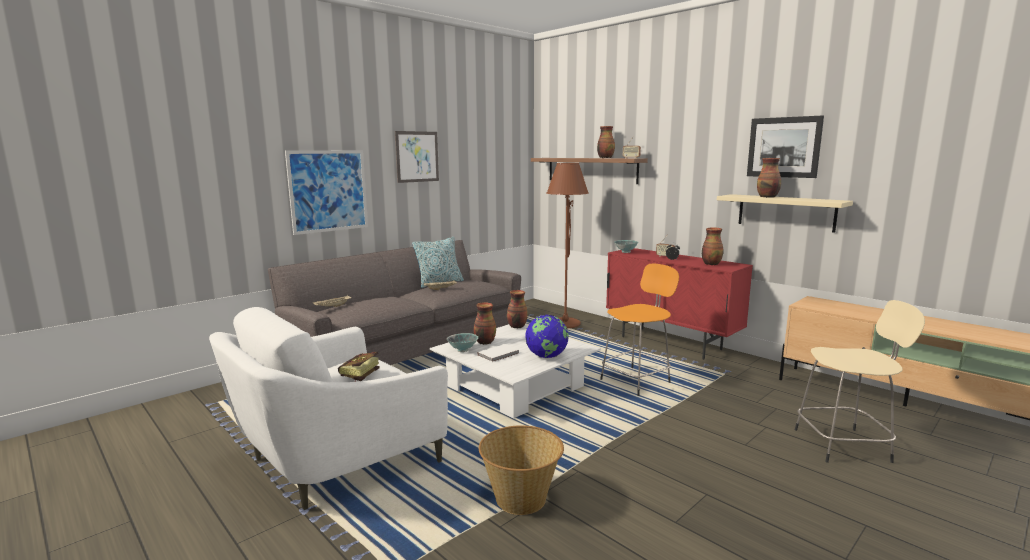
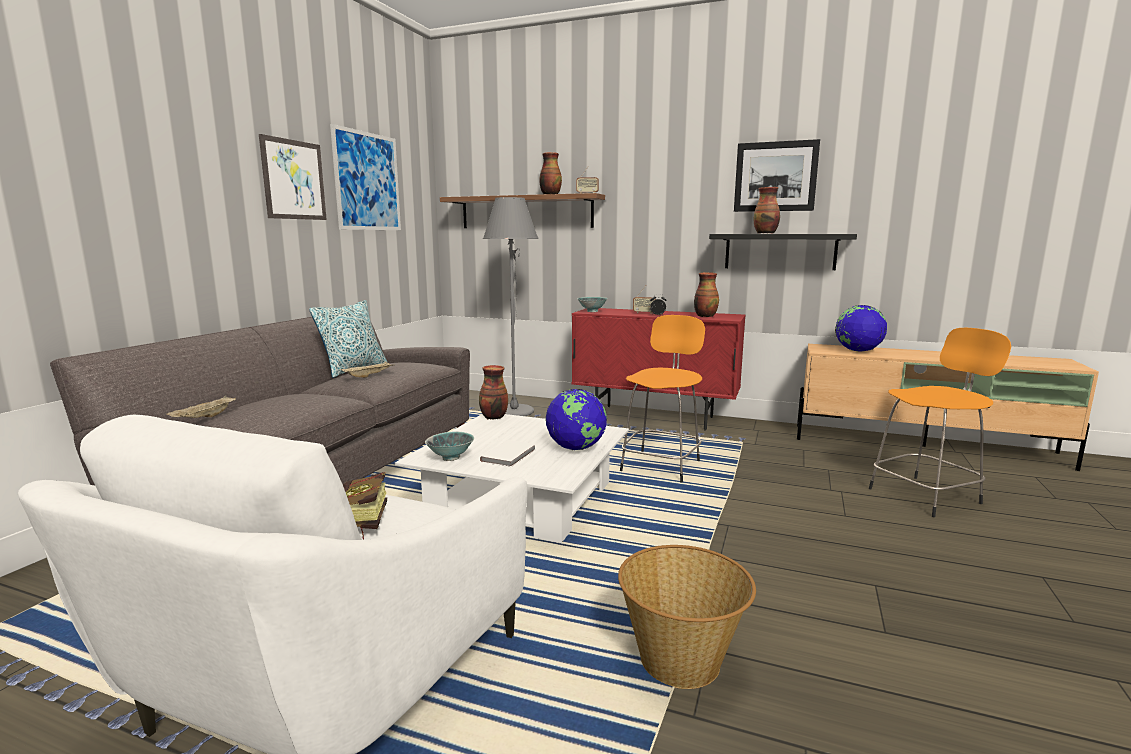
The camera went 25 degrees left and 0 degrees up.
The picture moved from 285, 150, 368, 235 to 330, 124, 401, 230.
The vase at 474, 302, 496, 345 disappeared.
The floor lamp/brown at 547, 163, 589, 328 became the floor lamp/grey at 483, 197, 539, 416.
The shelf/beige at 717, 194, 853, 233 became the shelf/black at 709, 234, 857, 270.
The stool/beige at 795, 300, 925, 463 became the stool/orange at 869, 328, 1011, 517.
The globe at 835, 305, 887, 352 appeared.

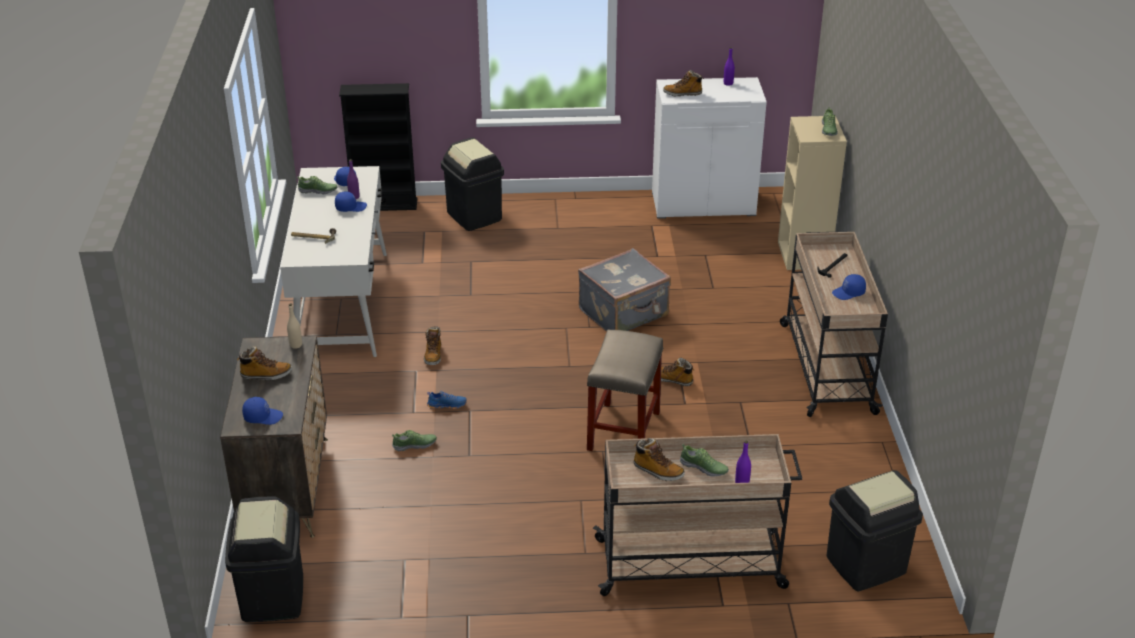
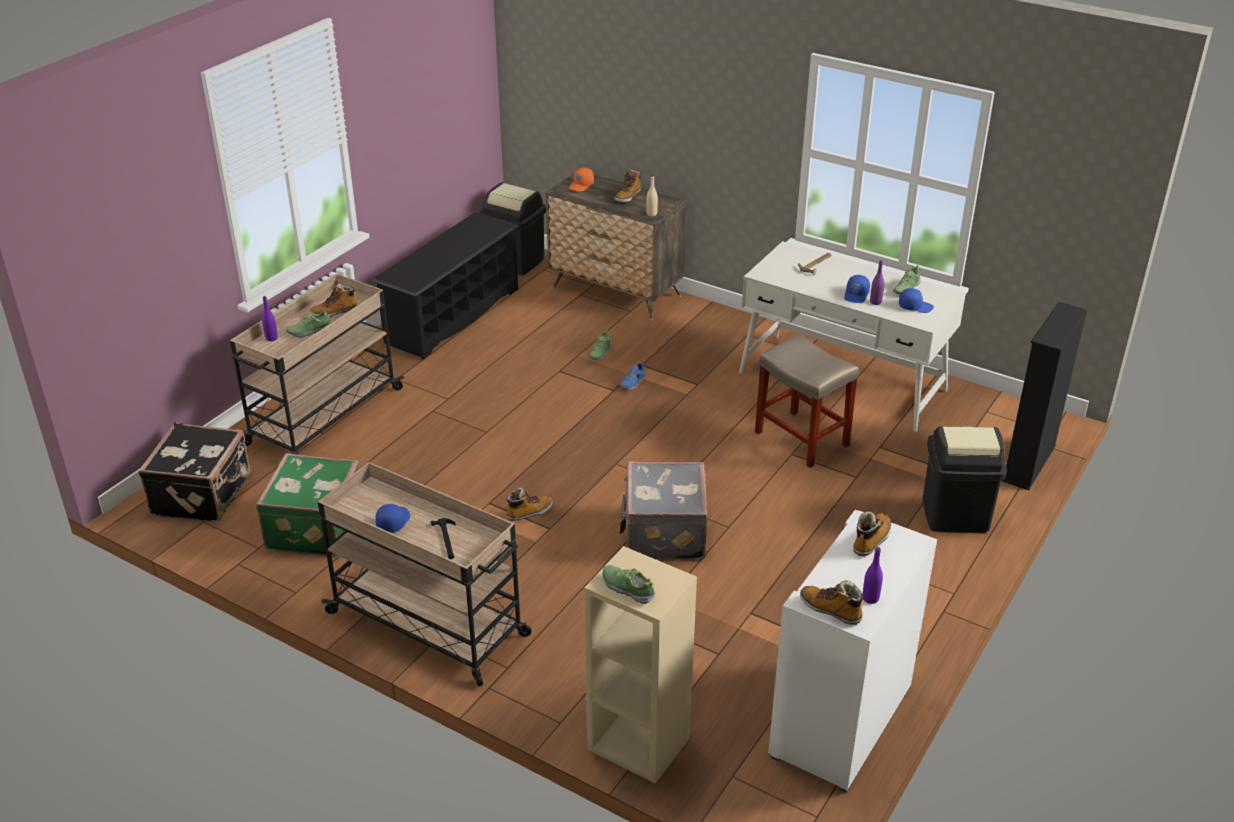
The camera went 125 degrees right and 0 degrees up.
The cap/blue at 242, 397, 283, 425 became the cap/orange at 569, 168, 594, 192.
The boot moved from 424, 326, 441, 365 to 800, 580, 865, 625.
The stool/beige moved from 587, 330, 663, 451 to 755, 335, 859, 468.
The trash can/black at 826, 470, 923, 591 was replaced by the suitcase/black at 138, 423, 250, 523.
The suitcase/green at 256, 453, 359, 557 appeared.
The shoe rack/black at 370, 212, 519, 360 appeared.

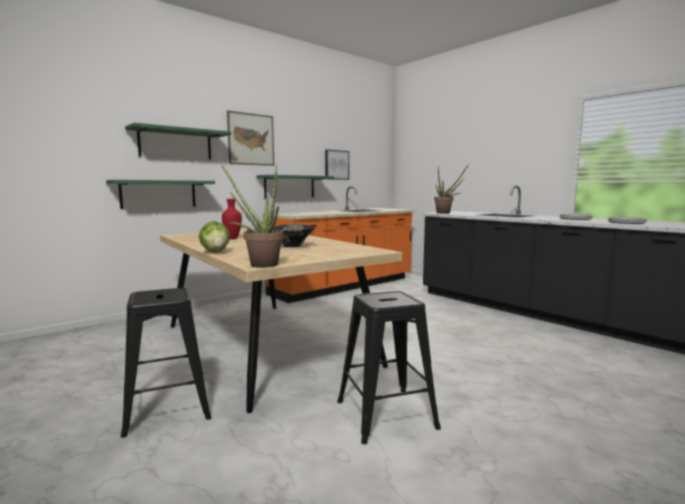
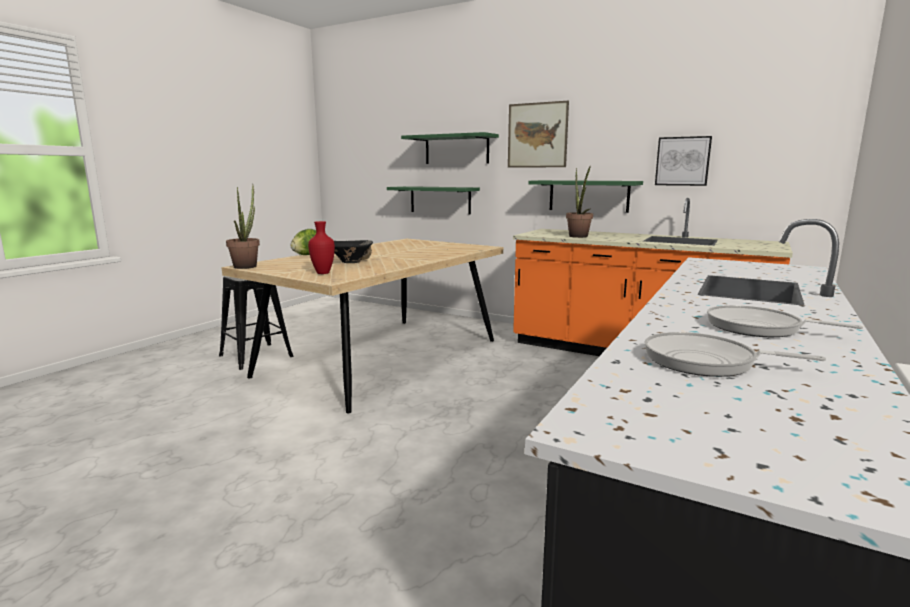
The camera went 70 degrees right and 5 degrees up.
The vase/red moved from 222, 199, 242, 239 to 308, 221, 335, 274.
The stool/black at 337, 291, 441, 445 disappeared.
The potted plant moved from 434, 164, 469, 214 to 566, 166, 593, 238.

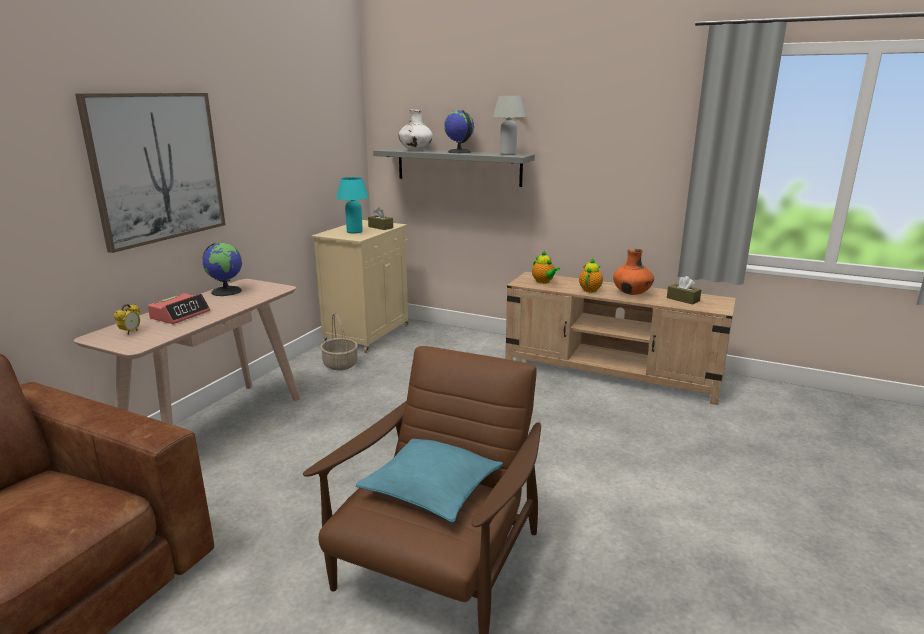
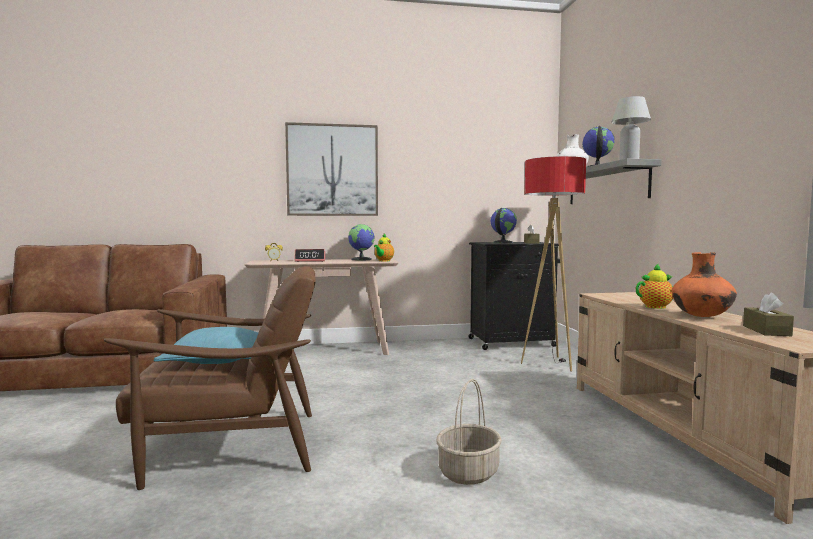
The camera went 55 degrees right and 15 degrees down.
The cabinet/beige at 311, 220, 409, 353 became the cabinet/black at 468, 242, 560, 350.
The basket moved from 320, 312, 358, 370 to 437, 379, 502, 485.
The table lamp/turquoise at 337, 177, 369, 234 was replaced by the globe at 491, 208, 517, 243.
The teapot moved from 532, 251, 560, 284 to 374, 233, 394, 261.
The floor lamp at 521, 156, 586, 372 appeared.

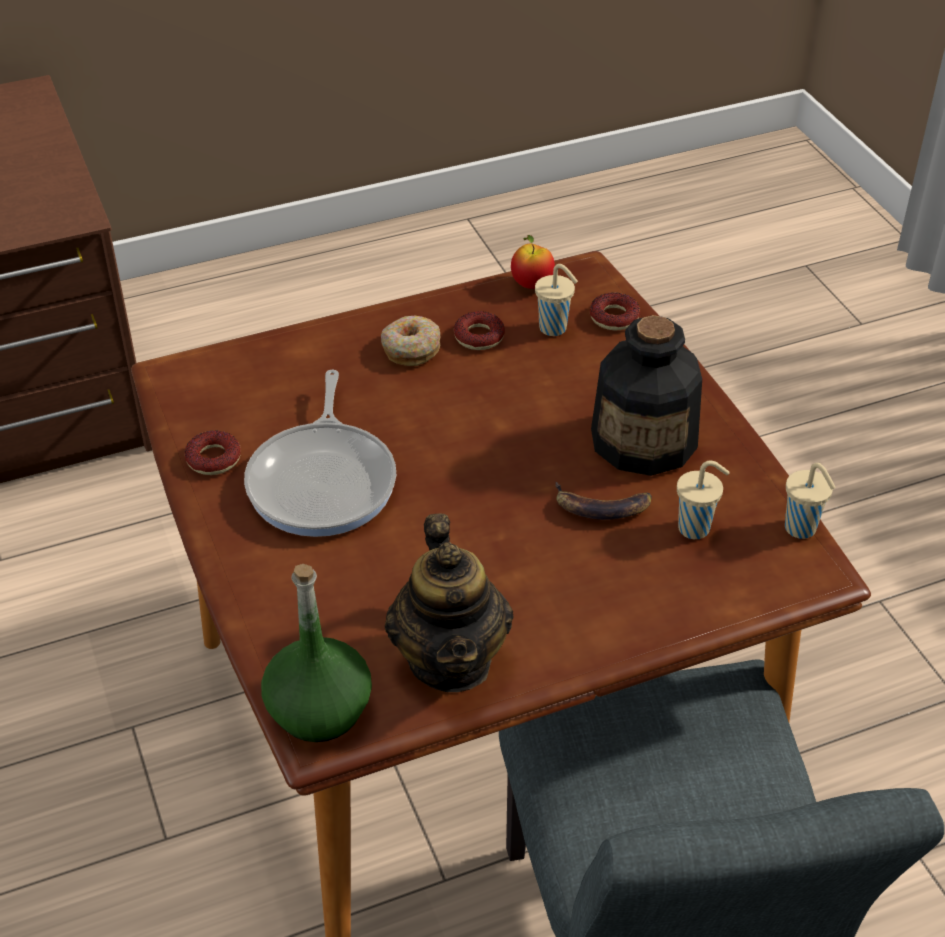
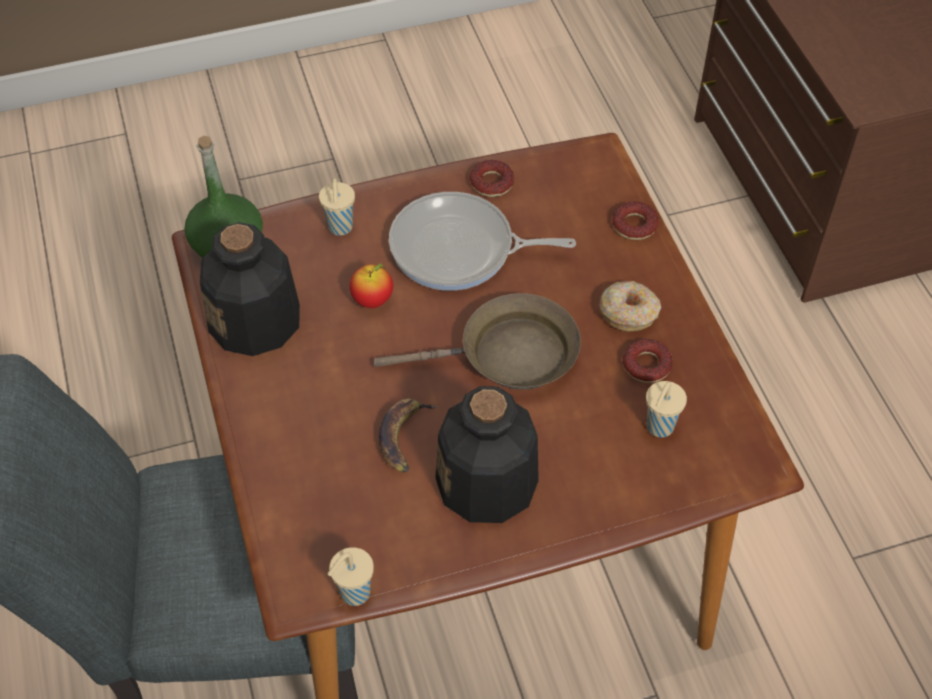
The camera went 95 degrees right and 10 degrees up.
The teapot at 384, 513, 514, 692 was replaced by the bottle at 200, 222, 300, 356.
The apple moved from 511, 235, 555, 289 to 350, 263, 393, 308.
The donut moved from 590, 292, 640, 330 to 612, 201, 658, 240.
The cup/beige moved from 677, 461, 730, 539 to 319, 178, 355, 236.
The frying pan/brown at 374, 293, 581, 389 appeared.

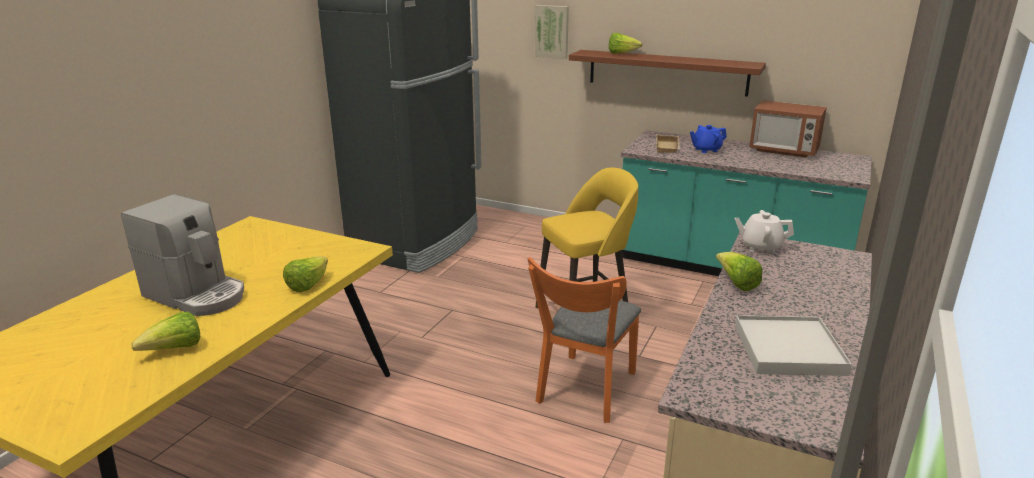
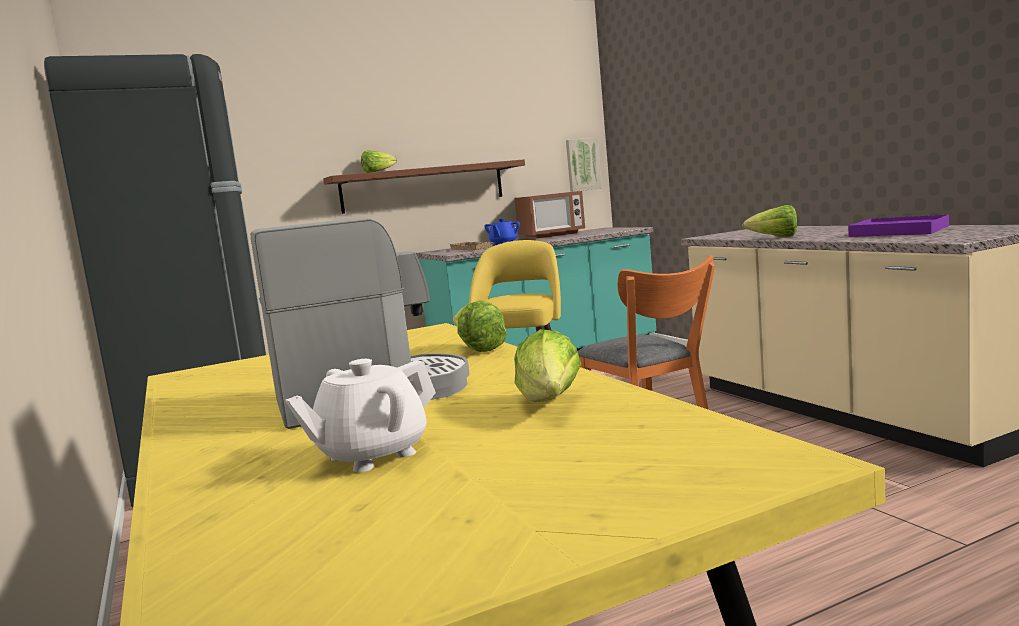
The camera went 50 degrees left and 15 degrees down.
The picture moved from 535, 5, 569, 59 to 566, 138, 602, 192.
The teapot/white moved from 734, 210, 794, 253 to 285, 359, 436, 472.
The tray/white at 735, 315, 852, 376 became the tray/purple at 848, 215, 949, 237.

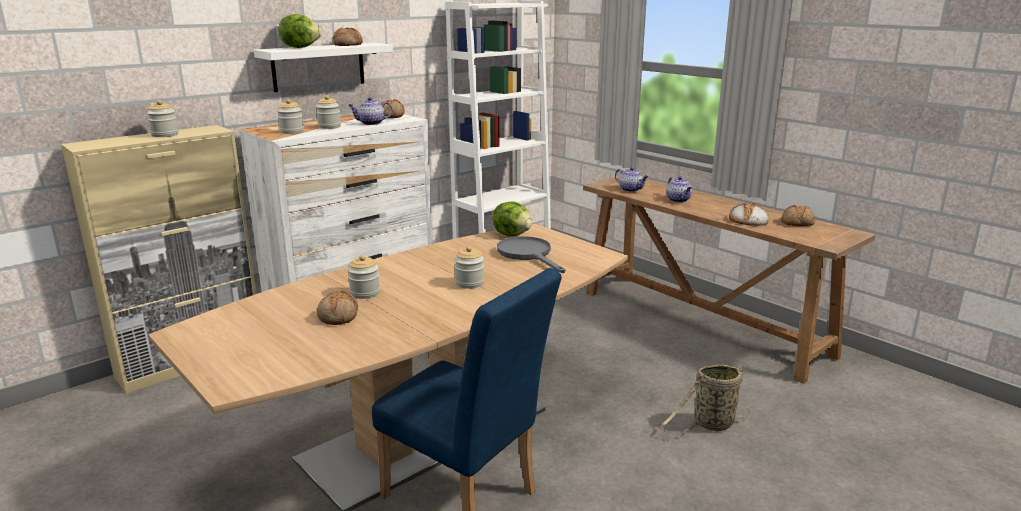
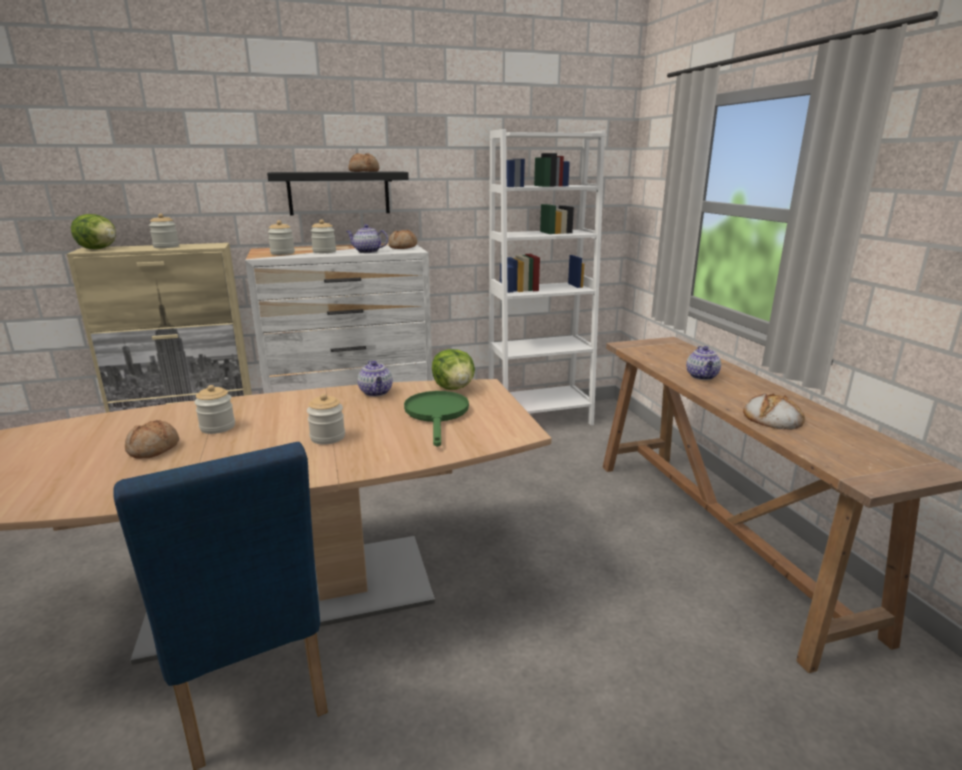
The camera went 25 degrees right and 0 degrees up.
The shelf/white at 254, 43, 393, 92 became the shelf/black at 267, 171, 409, 216.
The lettuce moved from 279, 14, 322, 48 to 71, 214, 116, 249.
The frying pan/grey at 497, 236, 566, 273 became the frying pan/green at 404, 391, 469, 447.
The teapot moved from 615, 167, 648, 192 to 358, 361, 393, 397.
The basket at 661, 365, 750, 437 disappeared.
The bread at 781, 205, 815, 226 disappeared.

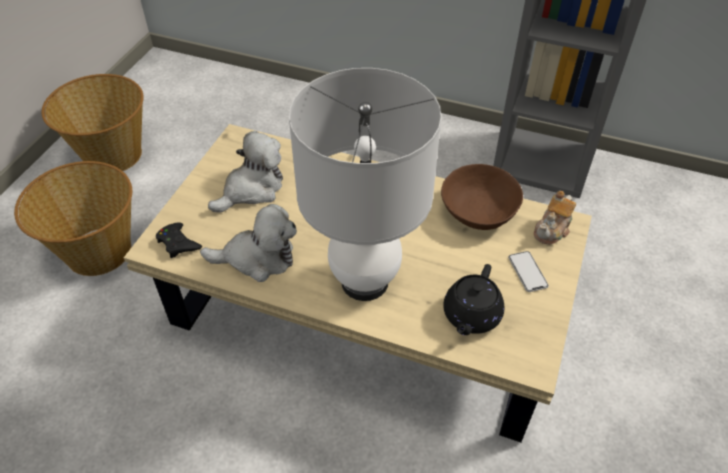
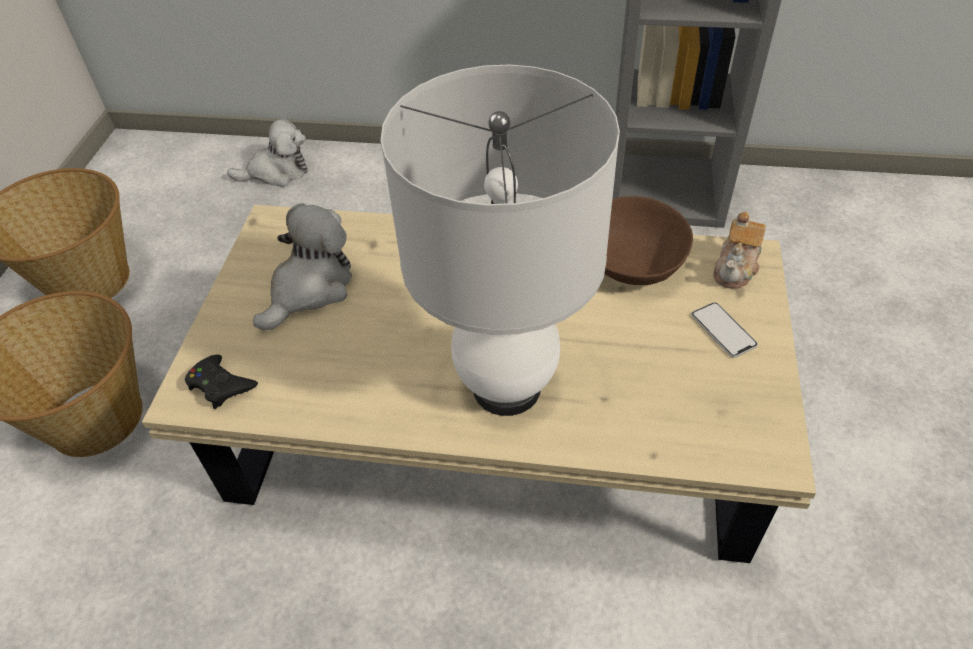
The camera went 10 degrees left and 0 degrees up.
The plush toy moved from 200, 204, 297, 282 to 227, 118, 307, 187.
The teapot/black at 443, 264, 504, 335 disappeared.

